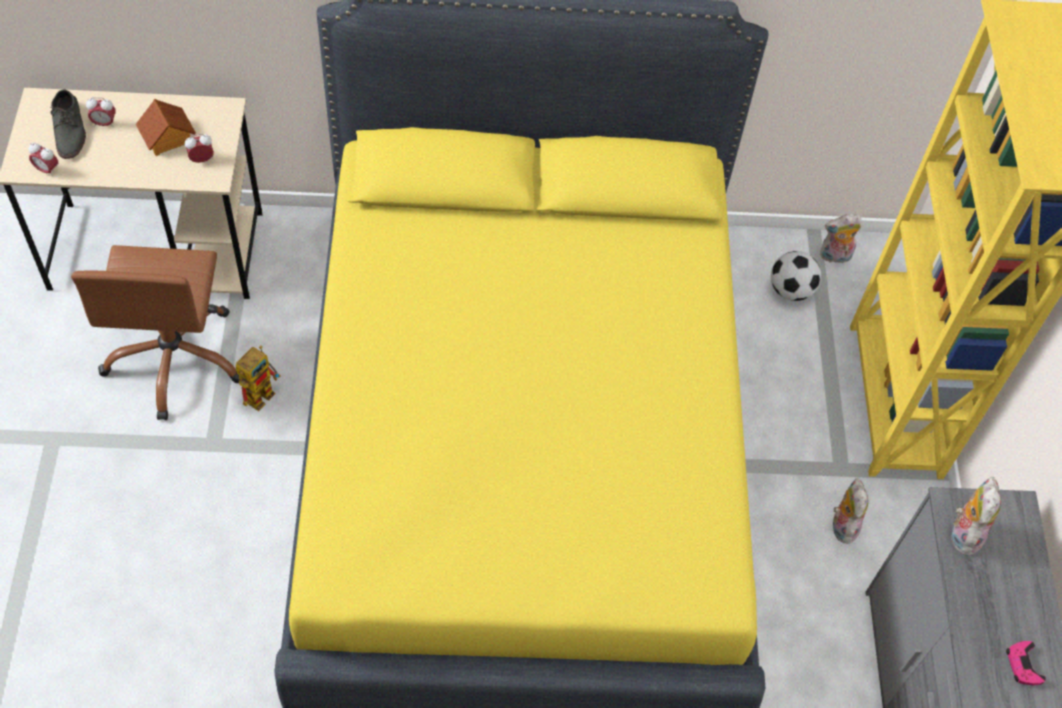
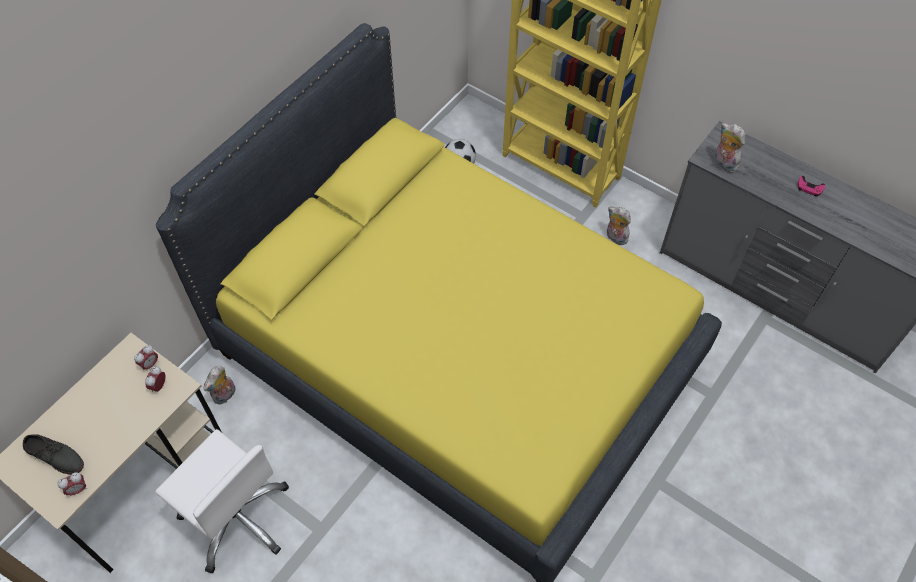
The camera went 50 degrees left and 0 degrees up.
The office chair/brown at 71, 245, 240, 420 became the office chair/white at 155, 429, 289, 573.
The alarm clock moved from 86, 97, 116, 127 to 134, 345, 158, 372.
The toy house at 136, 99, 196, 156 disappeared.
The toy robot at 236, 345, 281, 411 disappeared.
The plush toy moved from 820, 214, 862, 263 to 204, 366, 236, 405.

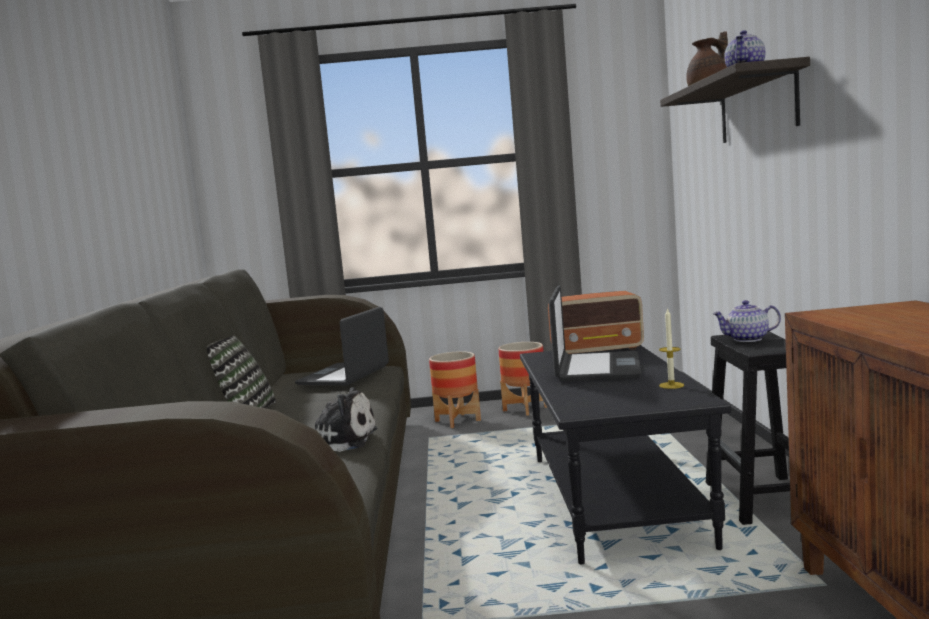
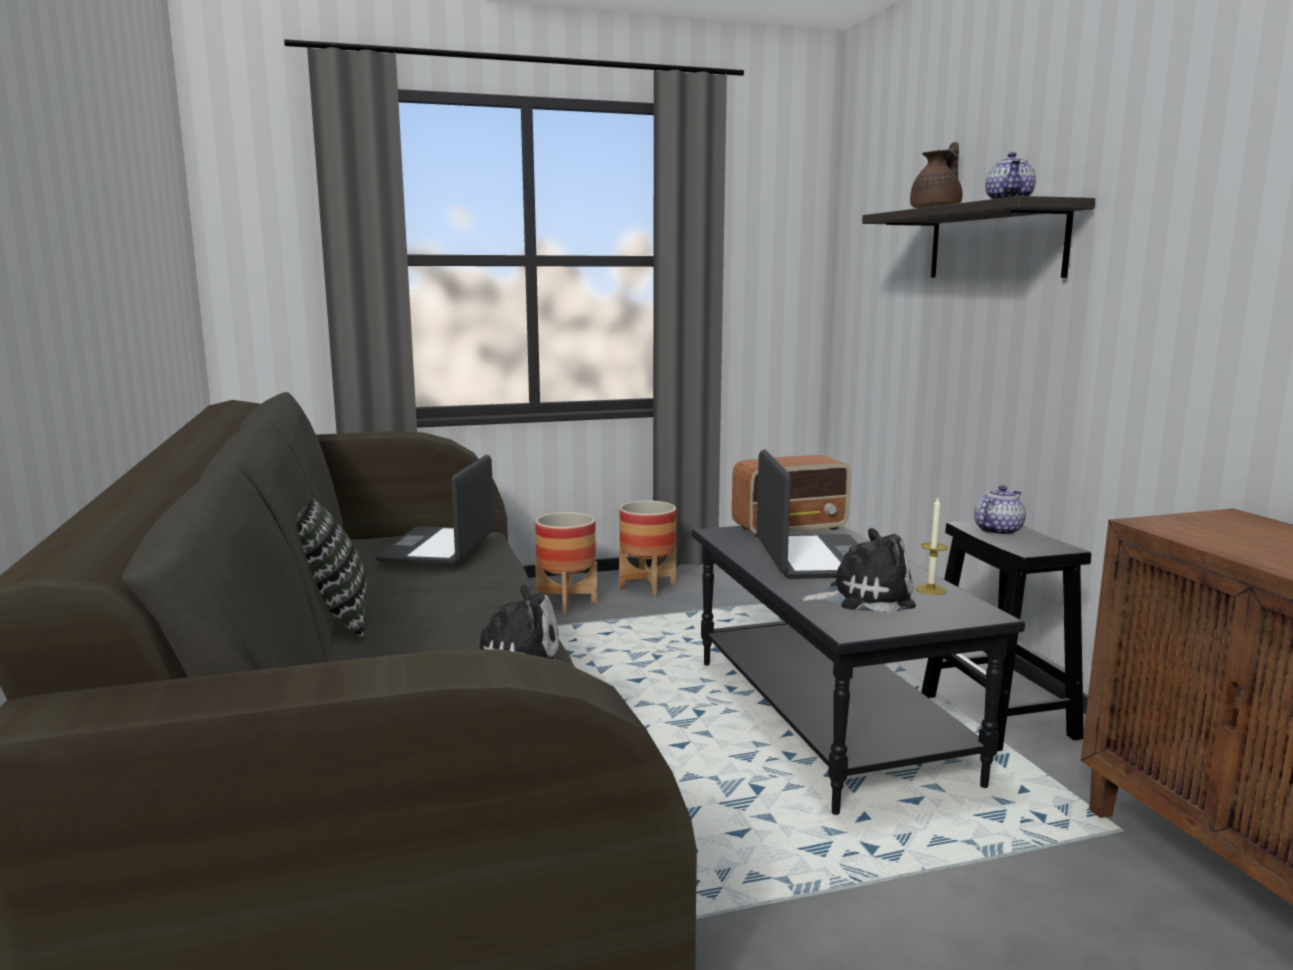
The camera went 15 degrees left and 5 degrees up.
The teapot at 713, 300, 781, 342 turned 150 degrees clockwise.
The plush toy at 802, 528, 916, 613 appeared.

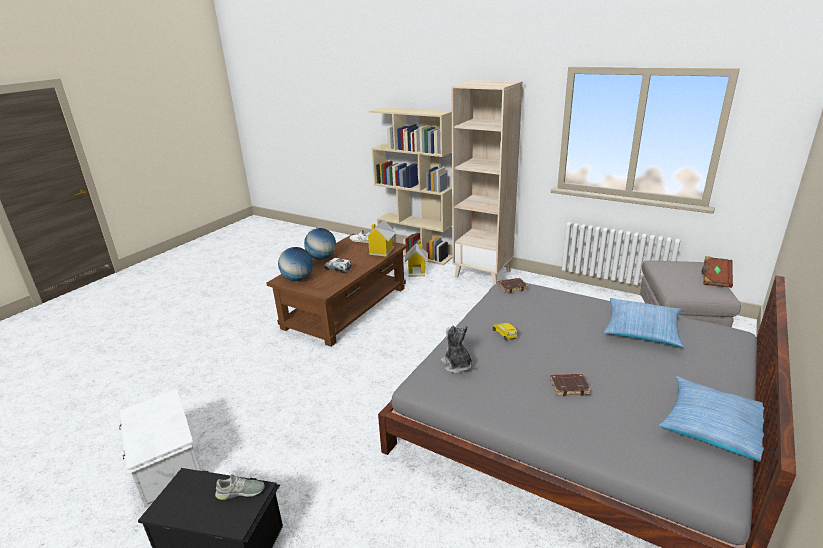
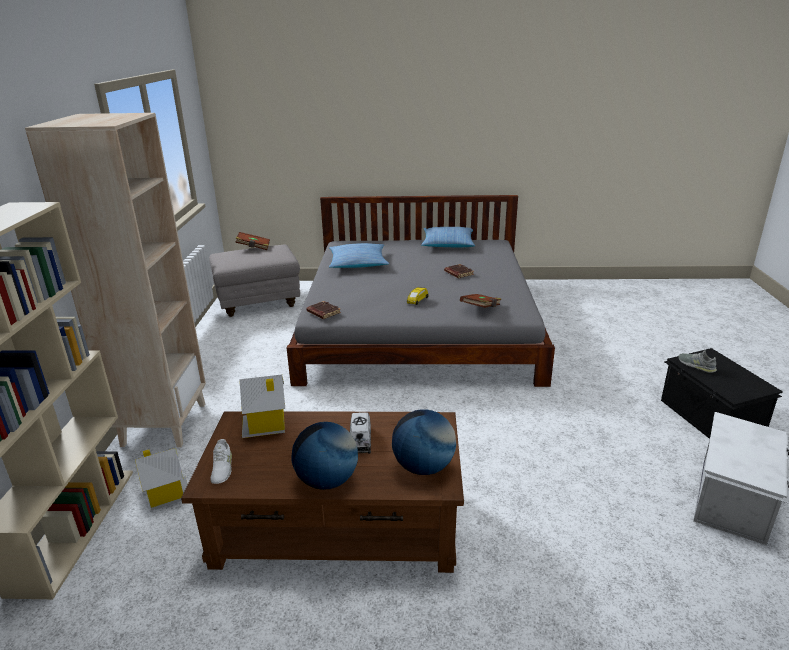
The camera went 120 degrees left and 0 degrees up.
The plush toy at 441, 325, 472, 373 was replaced by the book/brown at 460, 294, 501, 308.

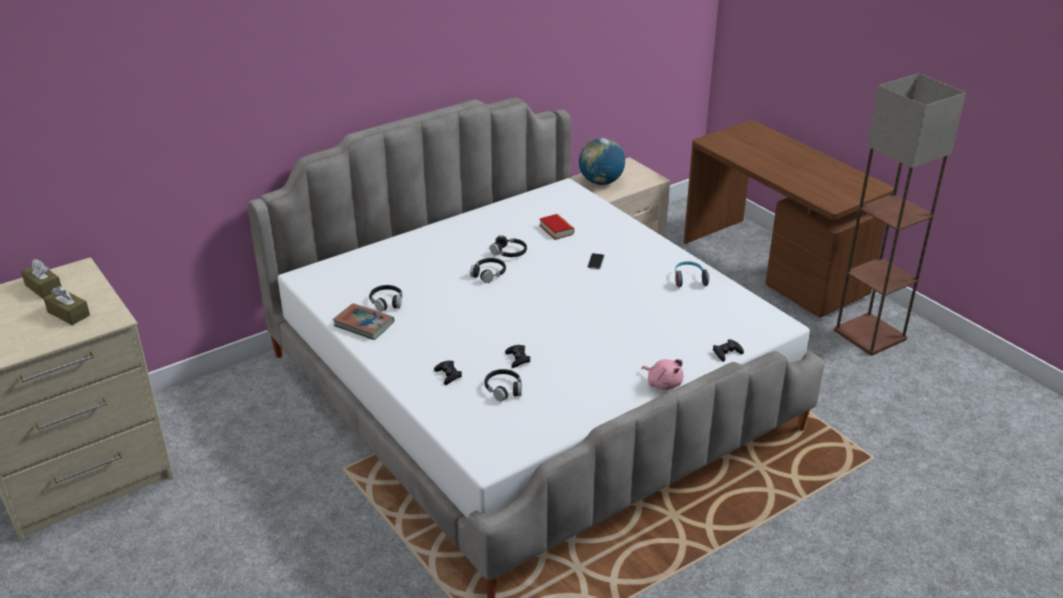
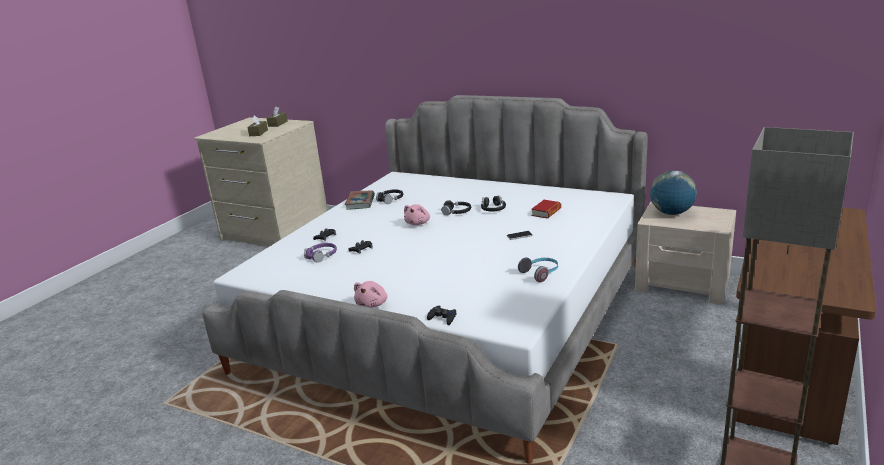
The camera went 65 degrees right and 10 degrees down.
The headphones/black at 484, 369, 522, 402 became the headphones/purple at 304, 243, 337, 263.
The plush toy/pink at 404, 204, 430, 225 appeared.

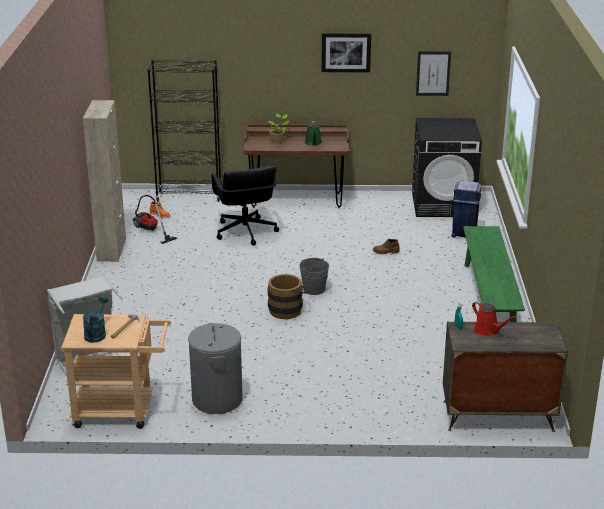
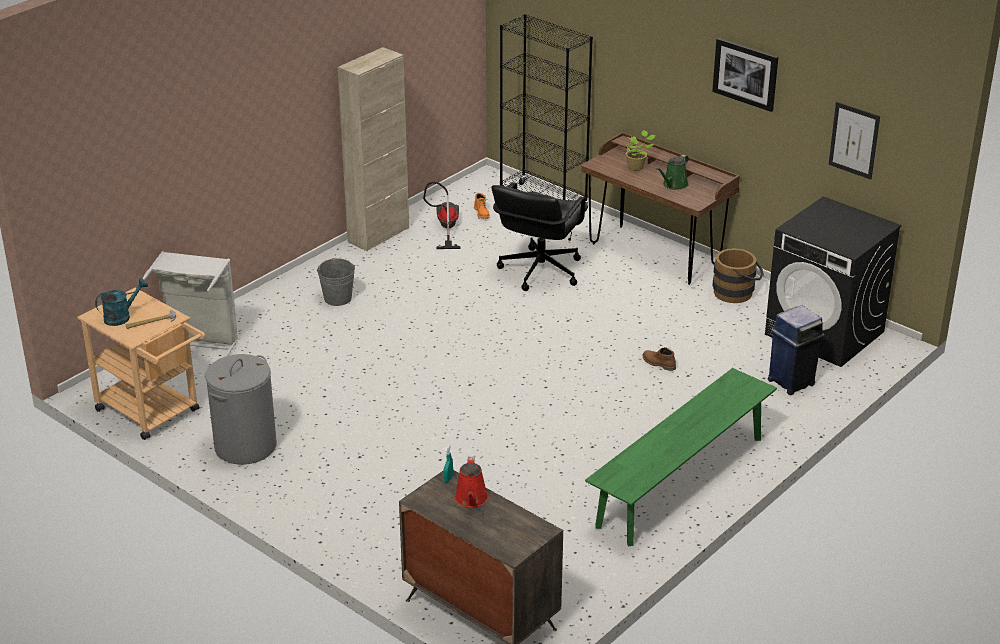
The camera went 40 degrees right and 5 degrees up.
The bucket/brown moved from 268, 274, 309, 319 to 712, 248, 764, 303.
The bucket/grey moved from 299, 258, 329, 295 to 317, 258, 355, 306.

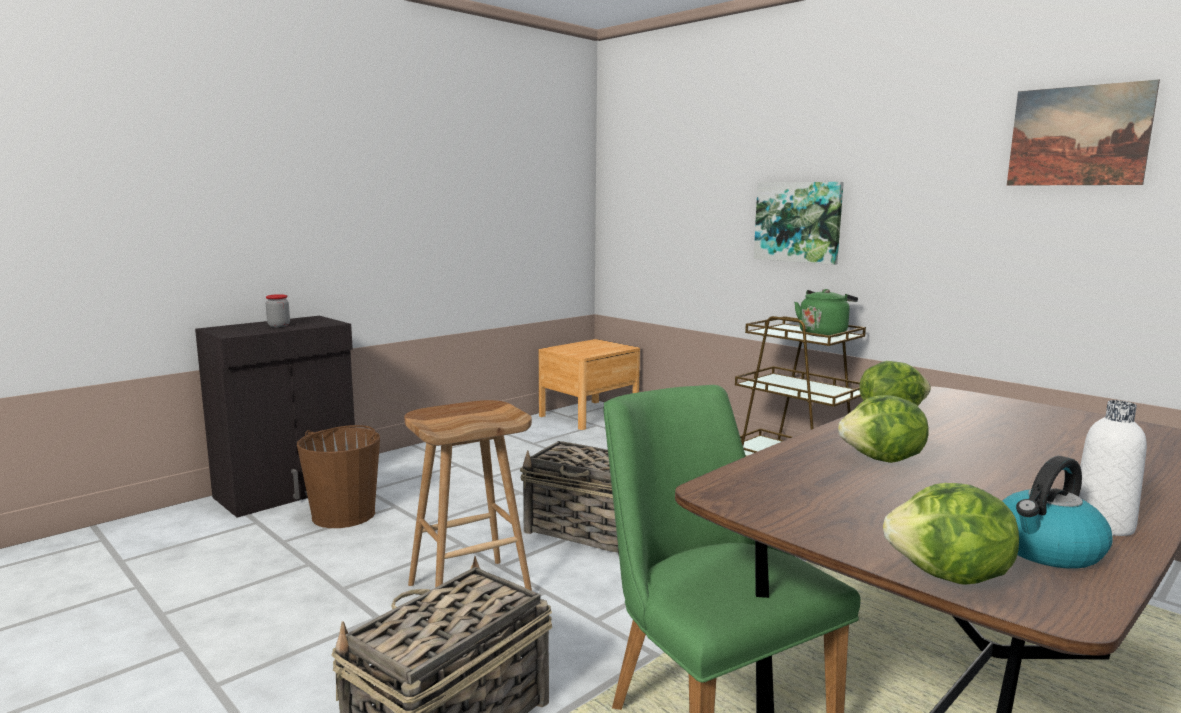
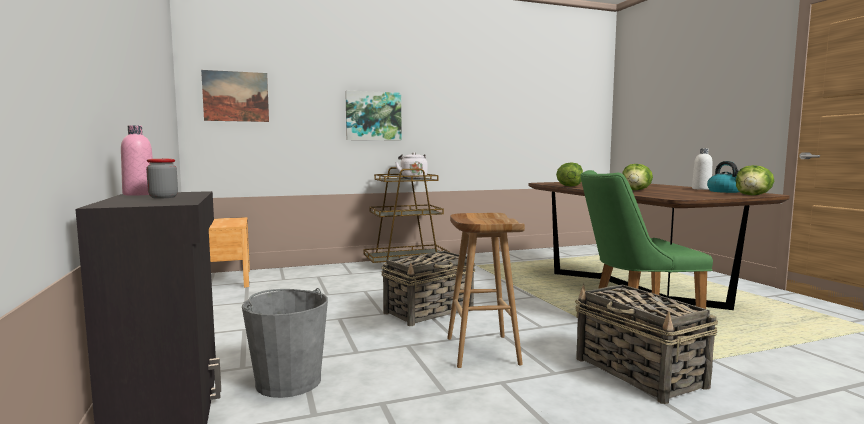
The camera went 65 degrees left and 5 degrees down.
The bucket/brown at 297, 425, 380, 528 became the bucket/grey at 242, 288, 328, 398.
The kettle/green at 794, 289, 858, 337 became the kettle/white at 395, 152, 428, 179.
The picture moved from 1007, 79, 1160, 186 to 201, 70, 269, 122.
The bottle/pink at 121, 125, 153, 196 appeared.

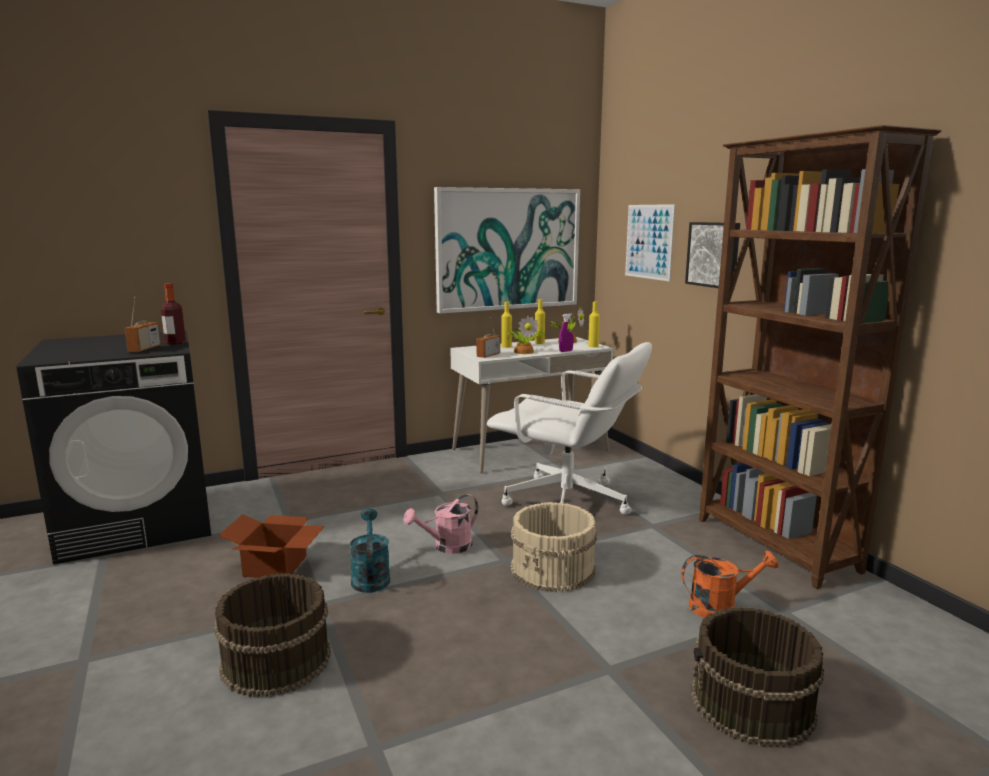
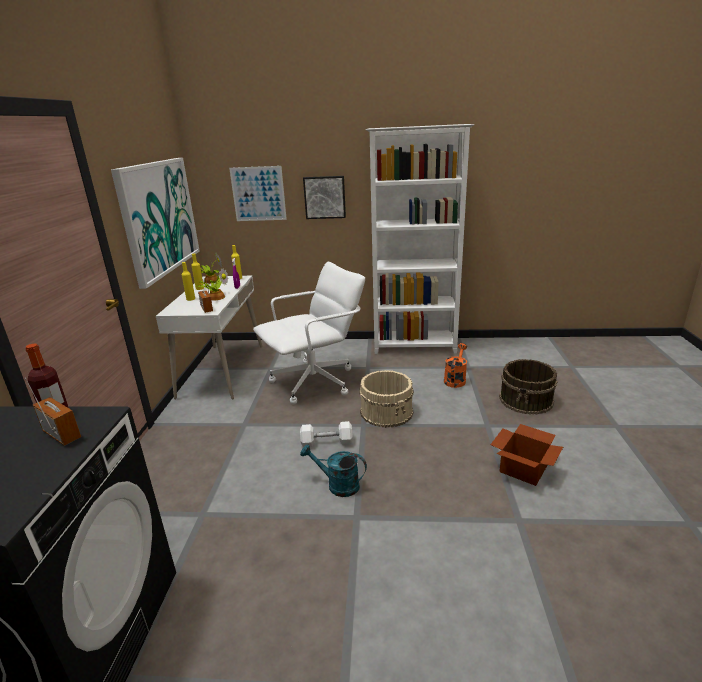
The camera went 60 degrees left and 10 degrees up.
The bucket/brown at 214, 573, 331, 697 disappeared.
The cardboard box moved from 218, 514, 325, 578 to 490, 424, 563, 486.
The watering can/pink at 403, 494, 478, 554 was replaced by the dumbbell/white at 300, 421, 353, 447.
The bookcase/brown at 699, 125, 942, 589 became the bookcase/white at 366, 124, 474, 354.

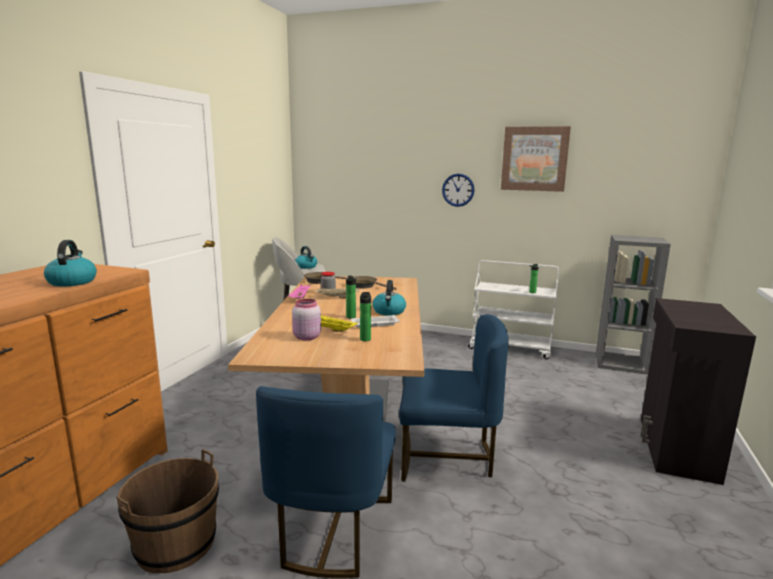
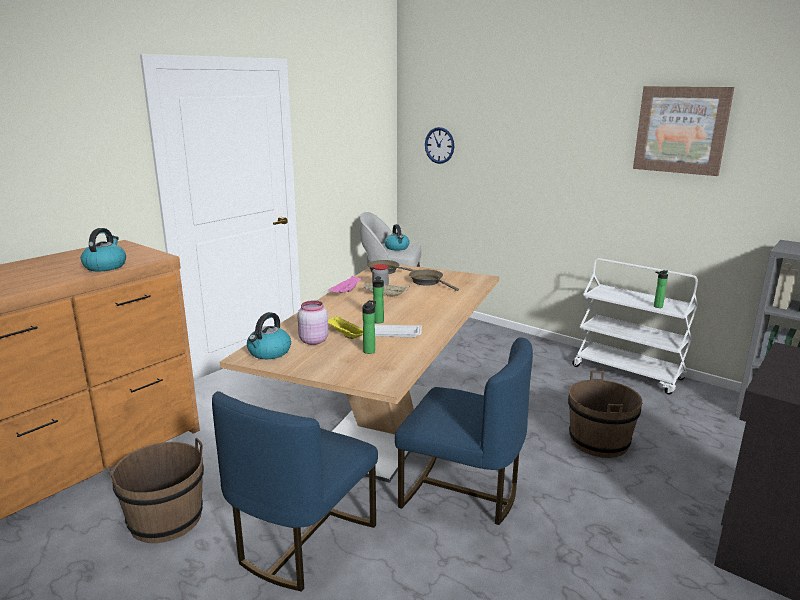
The camera went 20 degrees right and 5 degrees up.
The kettle moved from 373, 280, 406, 315 to 247, 312, 291, 359.
The wall clock moved from 442, 174, 475, 207 to 425, 127, 454, 164.
The bucket/brown at 568, 371, 642, 458 appeared.

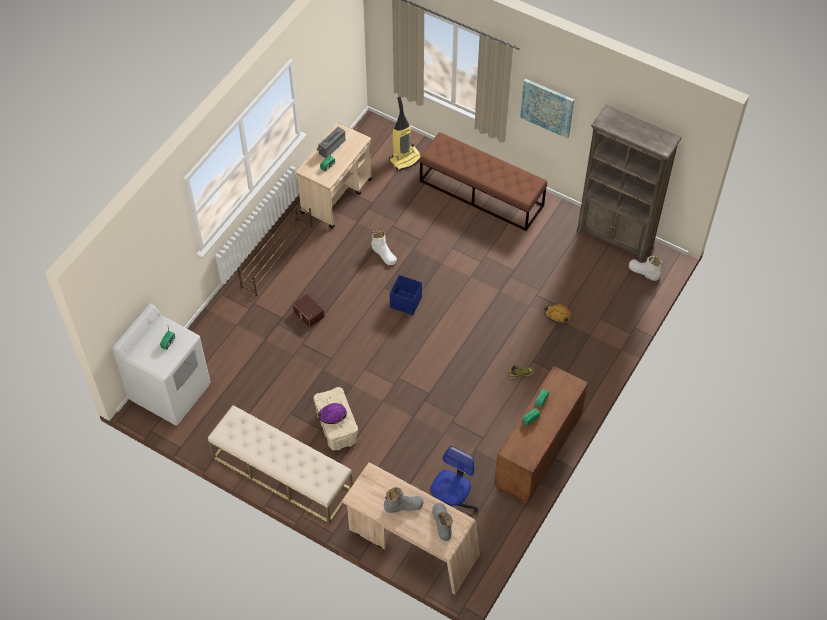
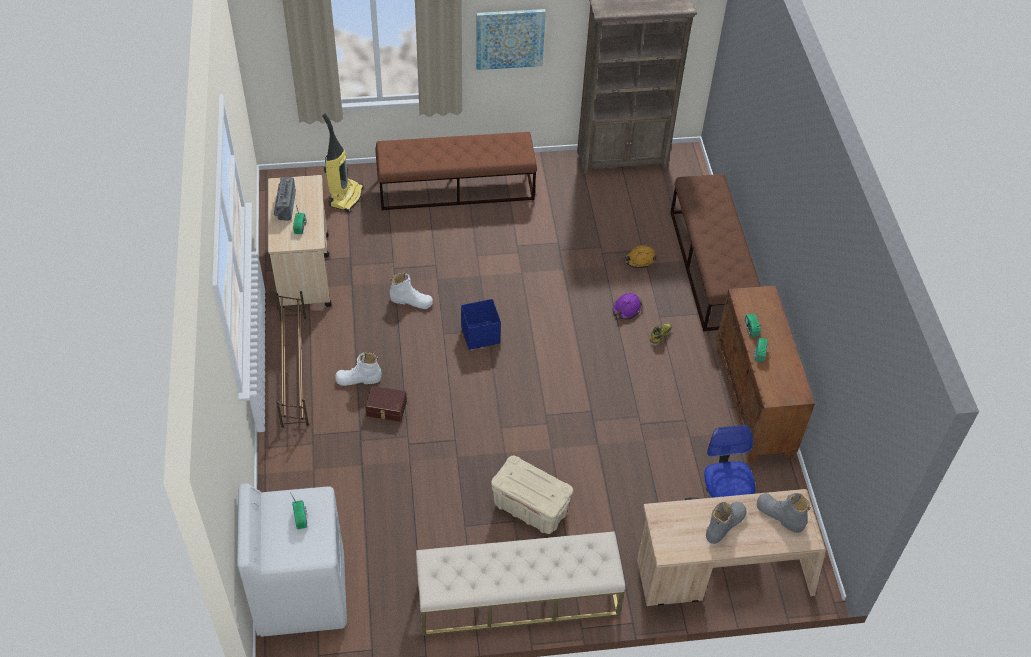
The camera went 40 degrees left and 5 degrees down.
The hard hat/purple moved from 317, 403, 347, 424 to 613, 293, 642, 319.
The boot/white moved from 629, 256, 662, 281 to 335, 352, 381, 386.
The bench/brown at 670, 174, 761, 331 appeared.

